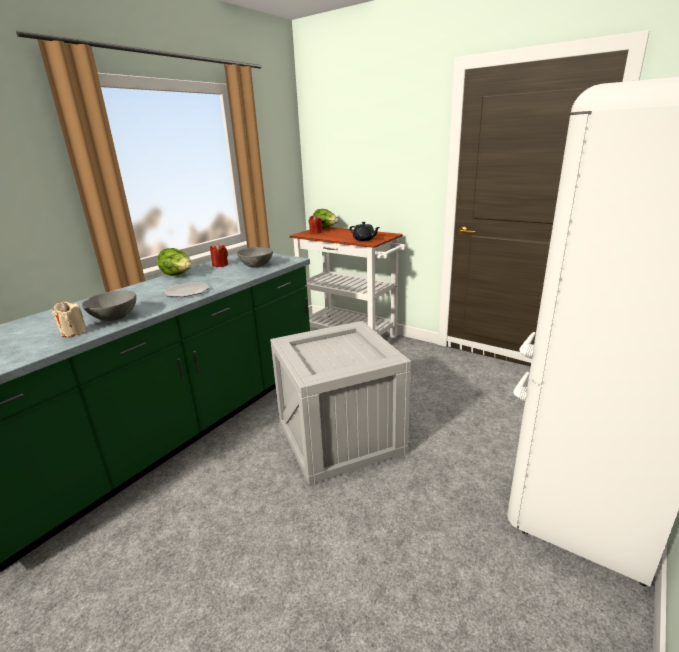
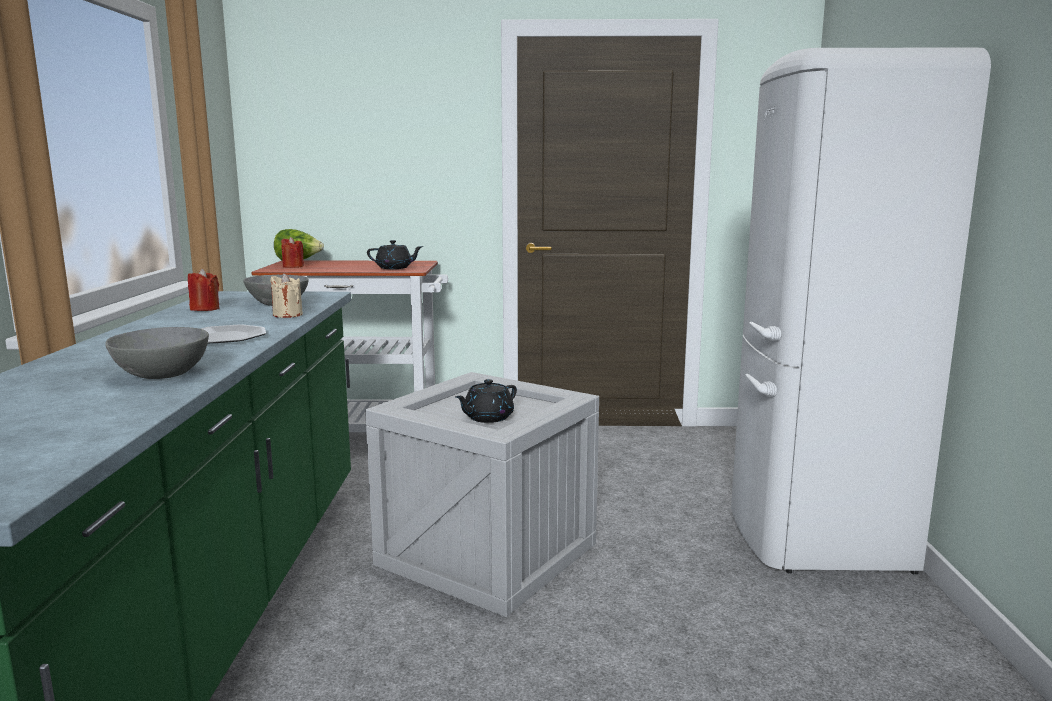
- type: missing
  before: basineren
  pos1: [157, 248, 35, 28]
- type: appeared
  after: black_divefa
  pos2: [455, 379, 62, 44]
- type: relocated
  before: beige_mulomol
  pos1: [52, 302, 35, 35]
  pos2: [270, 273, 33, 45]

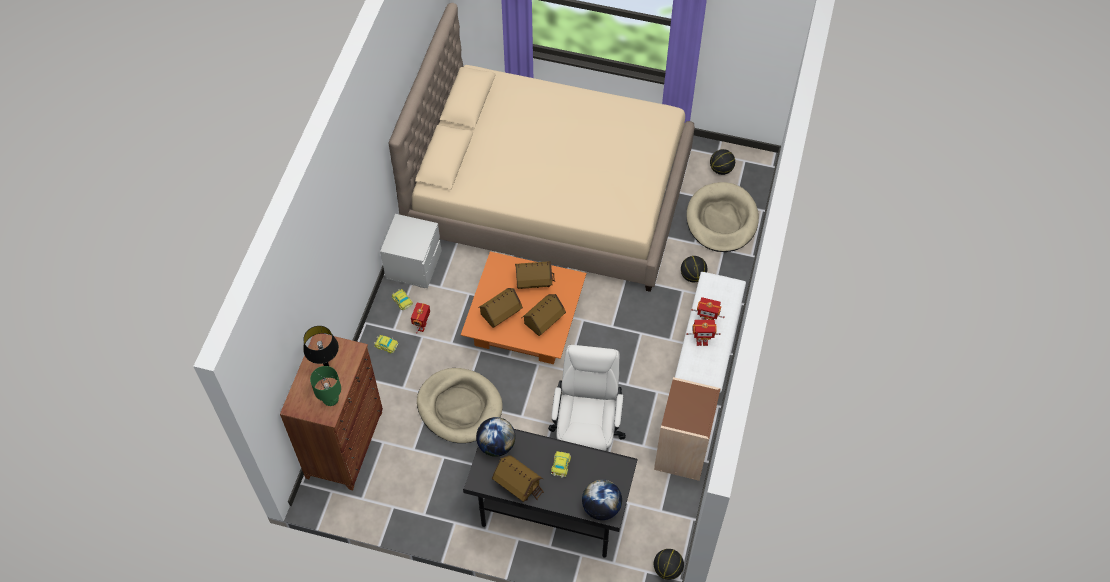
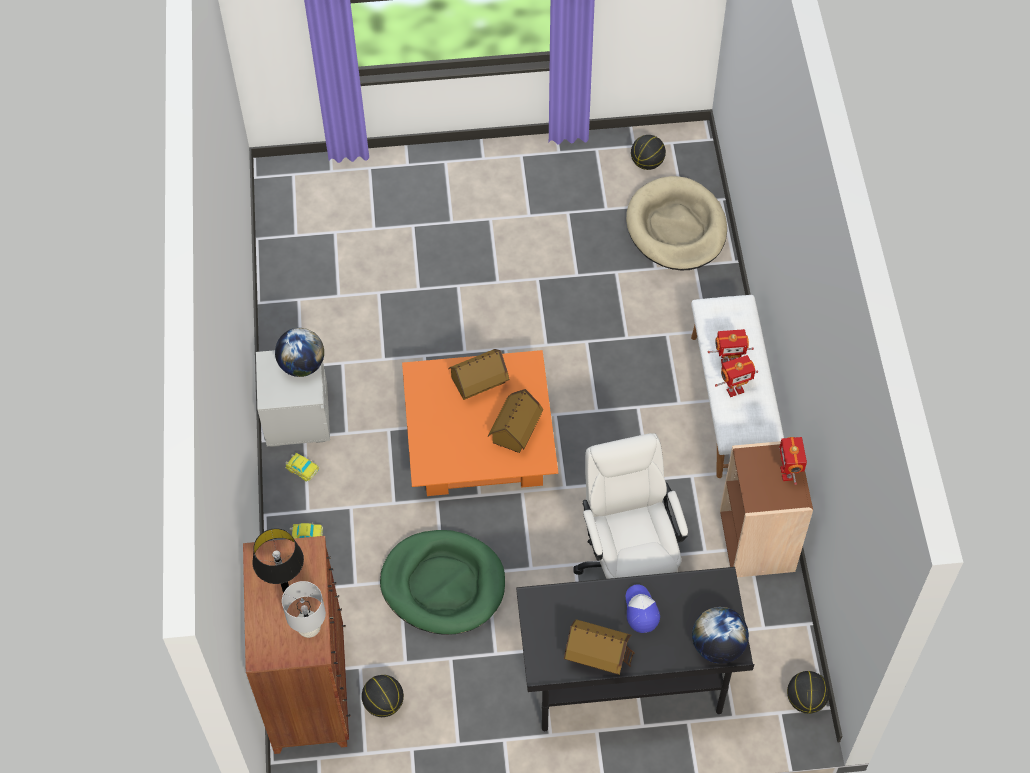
- type: missing
  before: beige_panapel
  pos1: [389, 3, 306, 289]
- type: missing
  before: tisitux
  pos1: [478, 288, 45, 40]
- type: relocated
  before: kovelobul
  pos1: [411, 303, 19, 31]
  pos2: [779, 437, 28, 48]
- type: relocated
  before: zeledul
  pos1: [476, 417, 39, 40]
  pos2: [275, 328, 49, 49]
- type: relocated
  before: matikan
  pos1: [681, 256, 26, 26]
  pos2: [362, 675, 42, 42]
- type: exchanged
  before: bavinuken
  after: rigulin
  pos1: [551, 451, 20, 27]
  pos2: [626, 585, 34, 48]
- type: colour
  before: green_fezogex
  after: grey_fezogex
  pos1: [310, 366, 31, 40]
  pos2: [282, 581, 44, 57]
- type: colour
  before: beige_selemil
  after: green_selemil
  pos1: [417, 368, 86, 75]
  pos2: [380, 530, 125, 105]

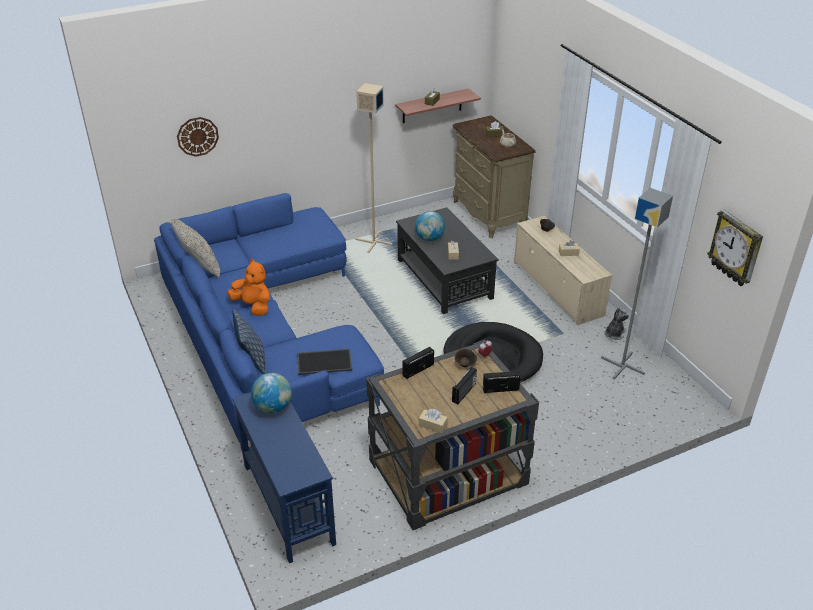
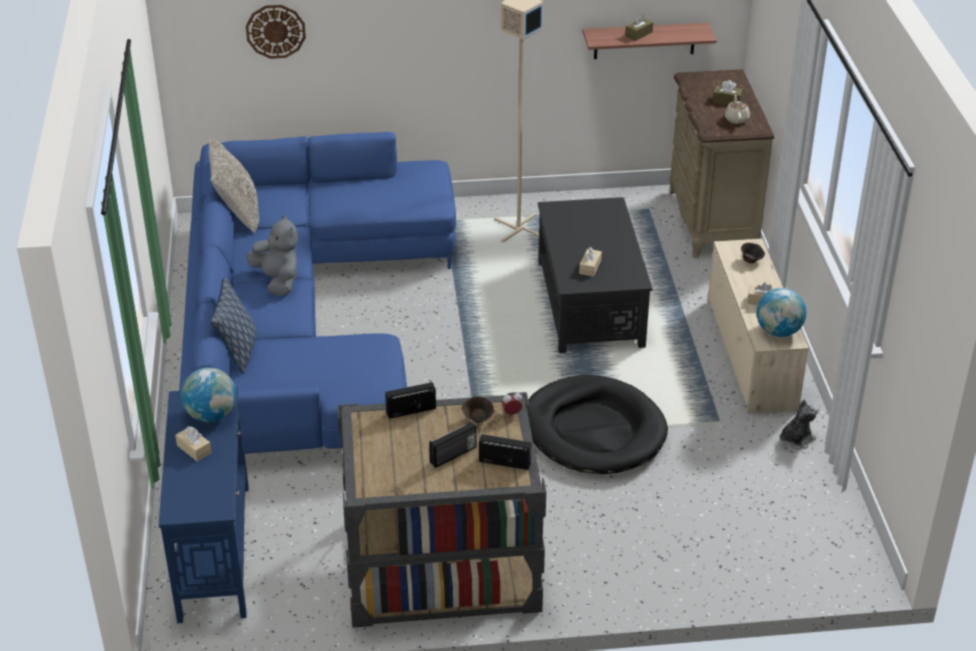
- type: missing
  before: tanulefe
  pos1: [297, 349, 55, 26]
- type: missing
  before: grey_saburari
  pos1: [601, 188, 72, 191]
- type: missing
  before: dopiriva
  pos1: [707, 209, 56, 77]
- type: relocated
  before: zeledul
  pos1: [415, 211, 30, 30]
  pos2: [757, 288, 50, 49]
- type: relocated
  before: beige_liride
  pos1: [419, 409, 29, 24]
  pos2: [175, 426, 37, 36]
- type: colour
  before: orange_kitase
  after: grey_kitase
  pos1: [227, 259, 43, 57]
  pos2: [246, 215, 52, 81]

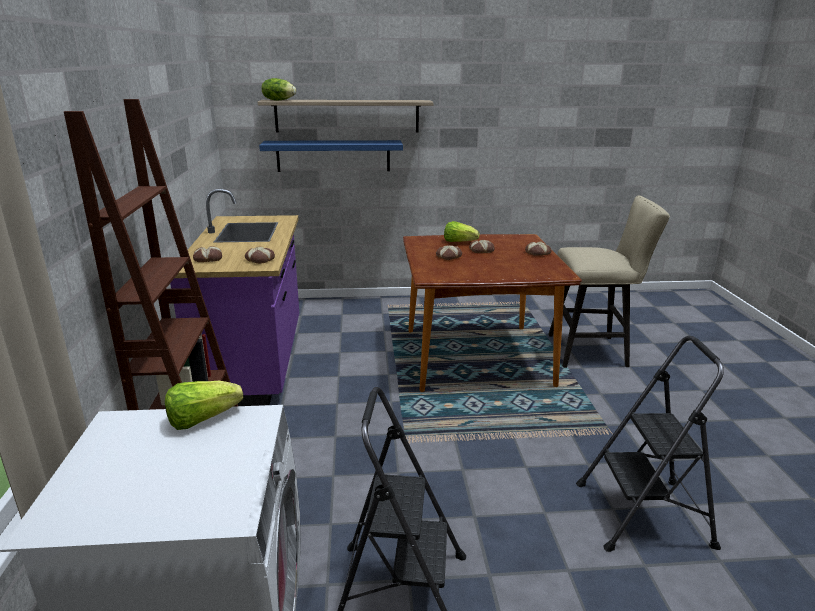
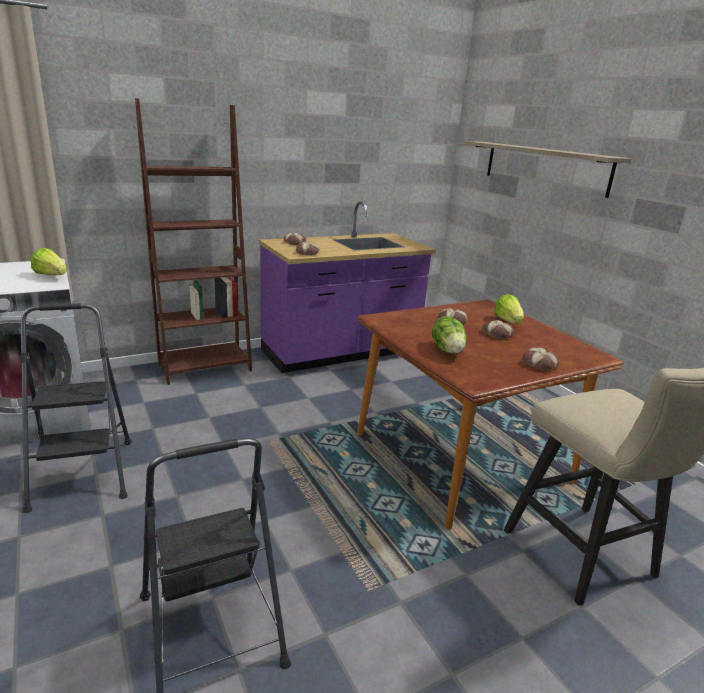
- type: missing
  before: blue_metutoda
  pos1: [259, 140, 144, 32]
- type: relocated
  before: basineren
  pos1: [262, 78, 34, 23]
  pos2: [432, 316, 35, 38]

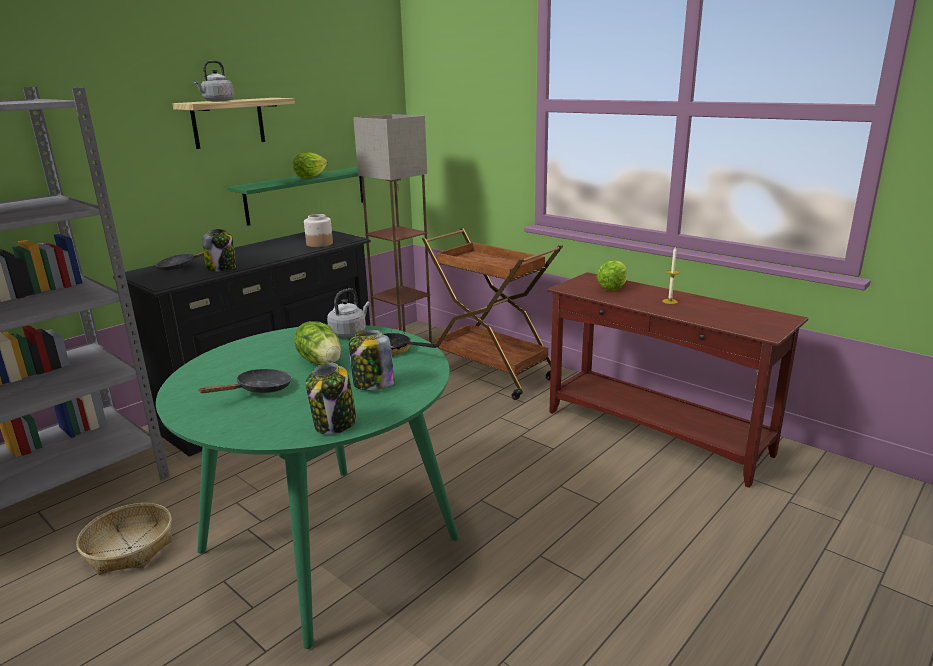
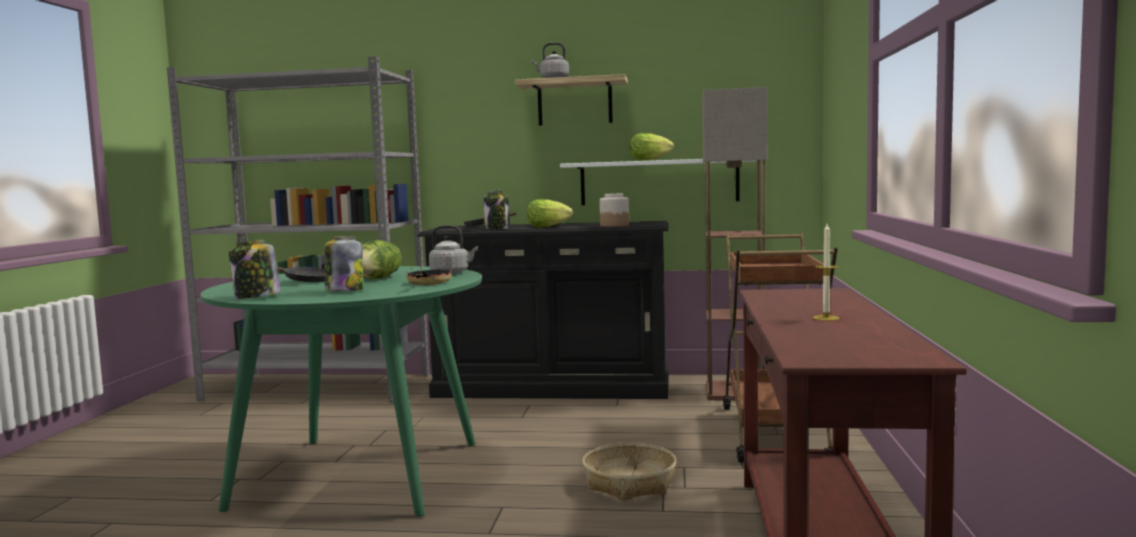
- type: relocated
  before: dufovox
  pos1: [76, 503, 96, 72]
  pos2: [582, 443, 94, 58]
- type: relocated
  before: basineren
  pos1: [596, 261, 30, 30]
  pos2: [527, 199, 46, 28]
- type: colour
  before: green_metutoda
  after: white_metutoda
  pos1: [227, 167, 136, 59]
  pos2: [560, 159, 197, 46]

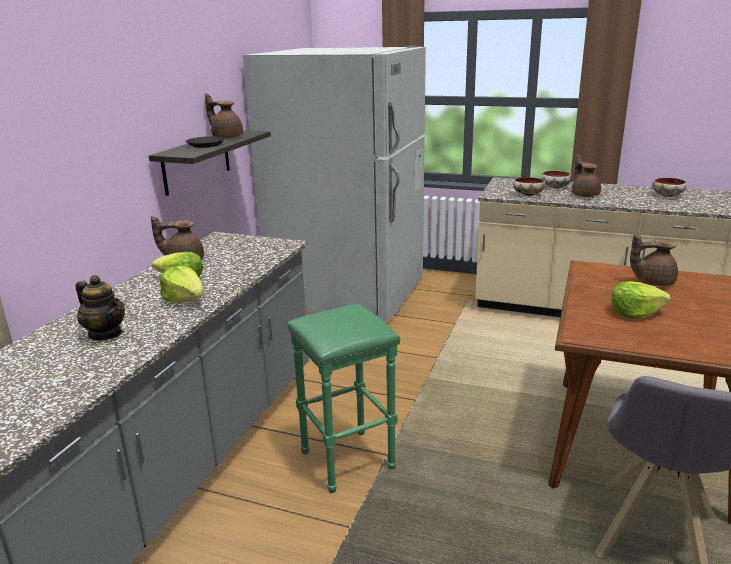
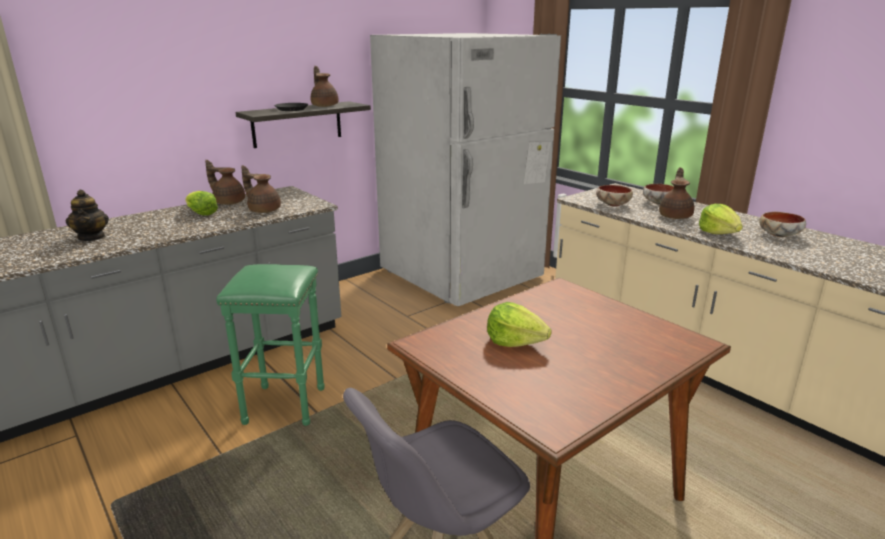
- type: relocated
  before: basineren
  pos1: [160, 265, 43, 38]
  pos2: [699, 204, 44, 30]
- type: relocated
  before: brown_divefa
  pos1: [630, 235, 48, 51]
  pos2: [241, 165, 40, 48]

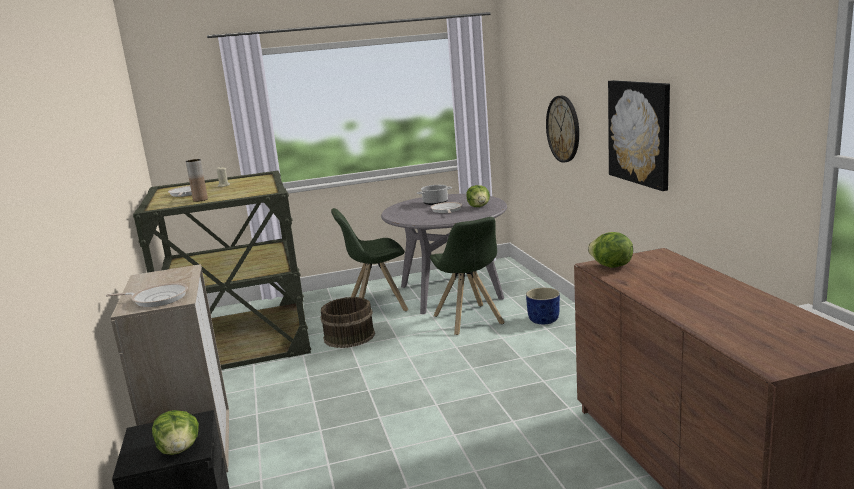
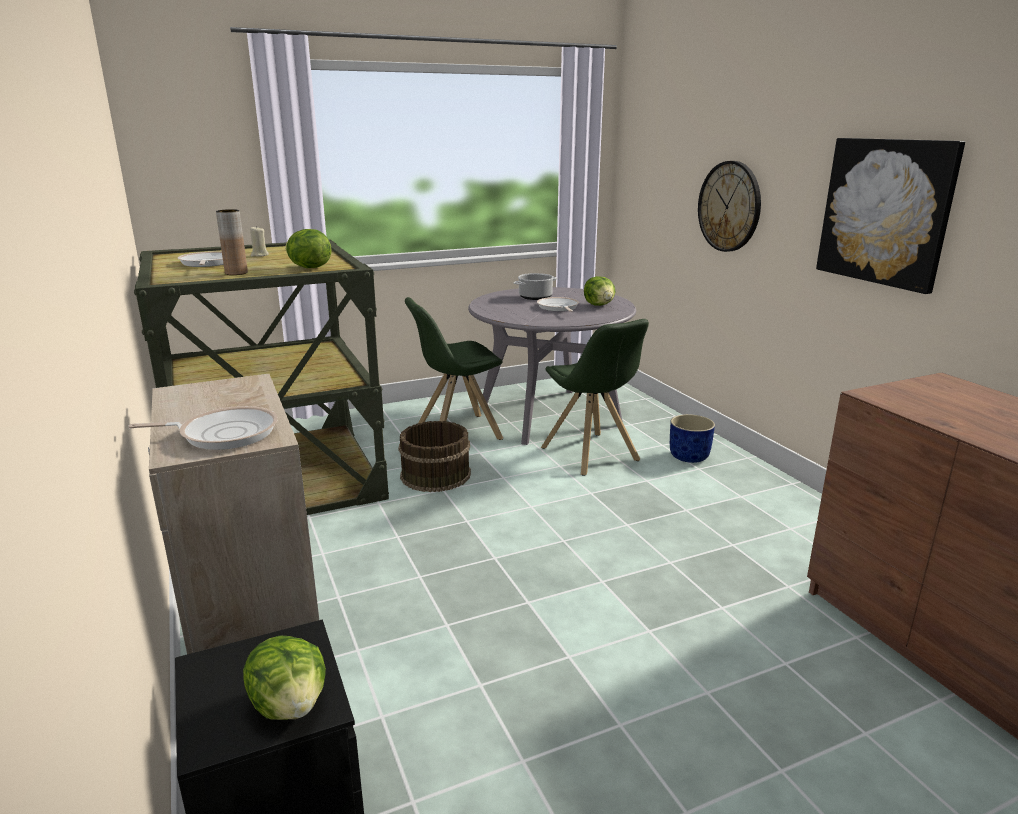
- type: relocated
  before: basineren
  pos1: [588, 232, 45, 36]
  pos2: [285, 229, 47, 39]

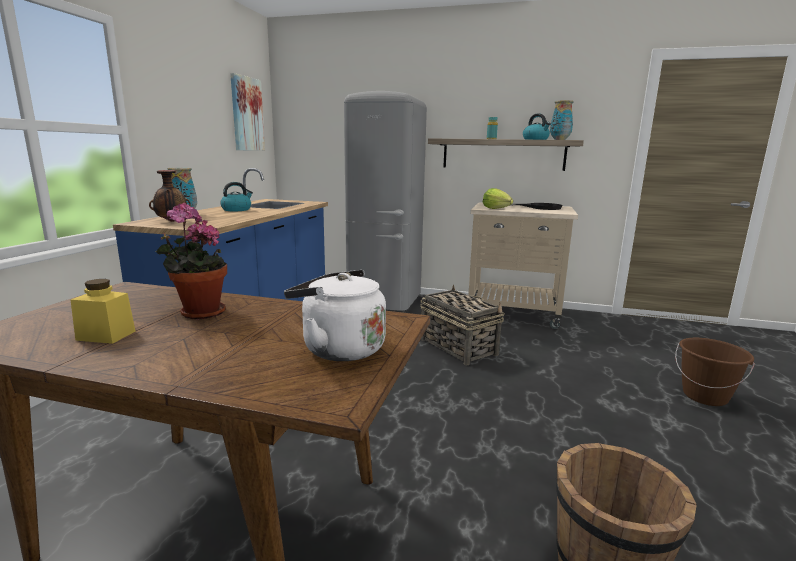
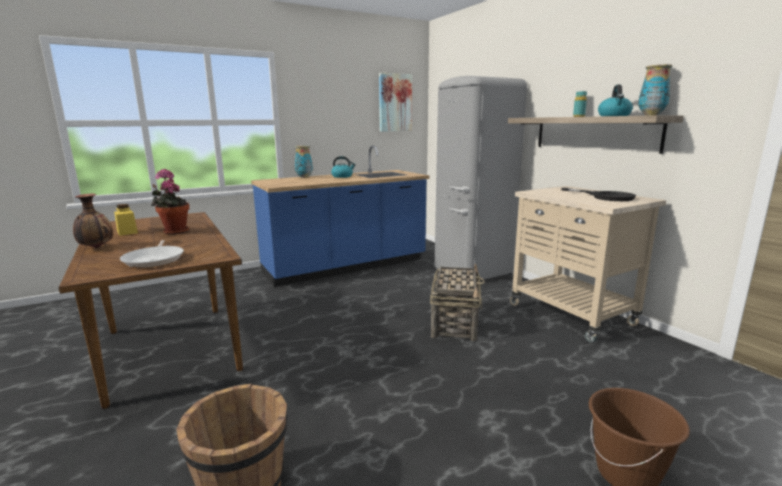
- type: missing
  before: basineren
  pos1: [483, 188, 30, 21]
- type: relocated
  before: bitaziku
  pos1: [149, 170, 42, 52]
  pos2: [73, 194, 40, 54]
- type: exchanged
  before: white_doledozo
  after: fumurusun
  pos1: [284, 270, 102, 91]
  pos2: [120, 240, 64, 28]

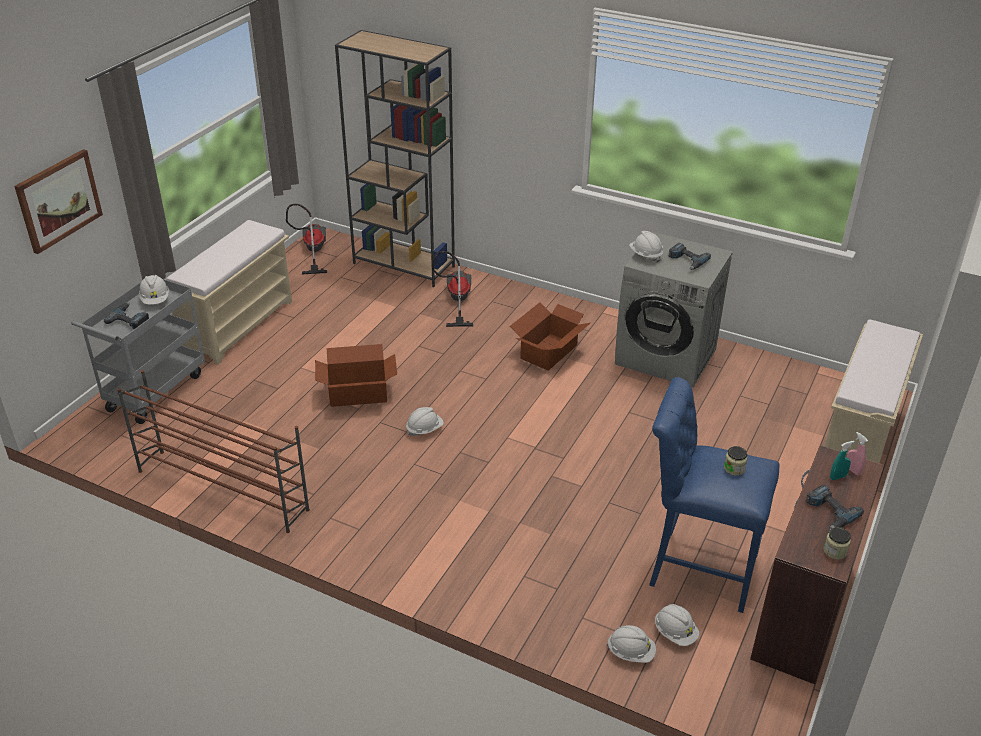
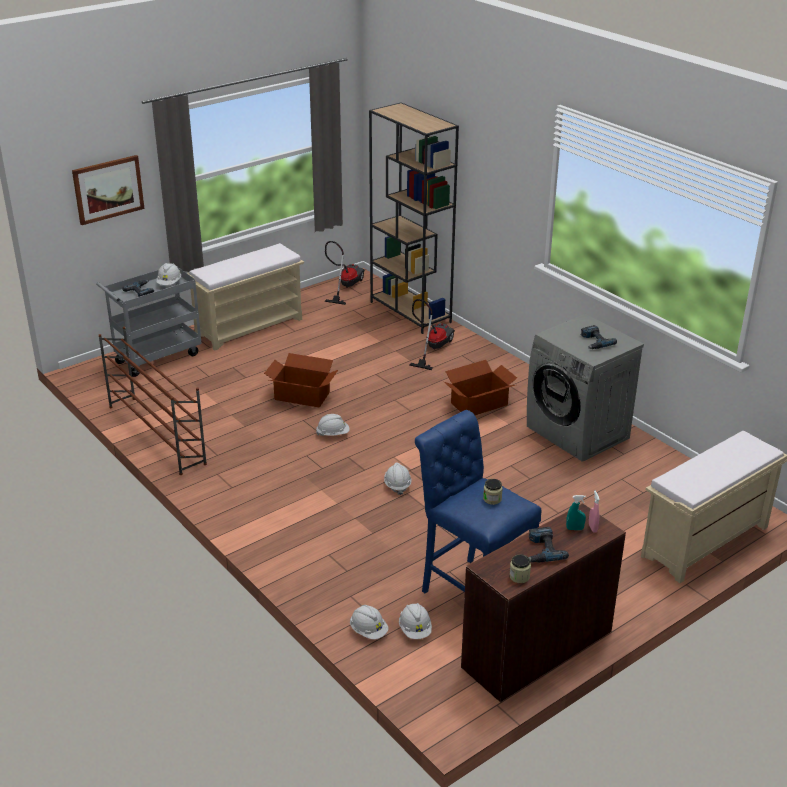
- type: relocated
  before: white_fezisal
  pos1: [629, 231, 34, 32]
  pos2: [384, 462, 28, 33]

